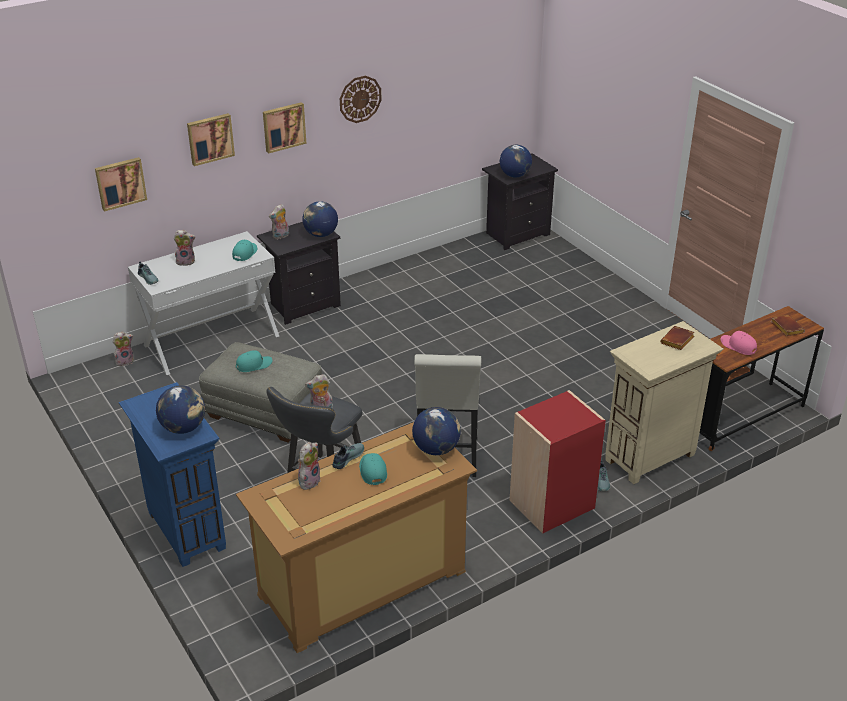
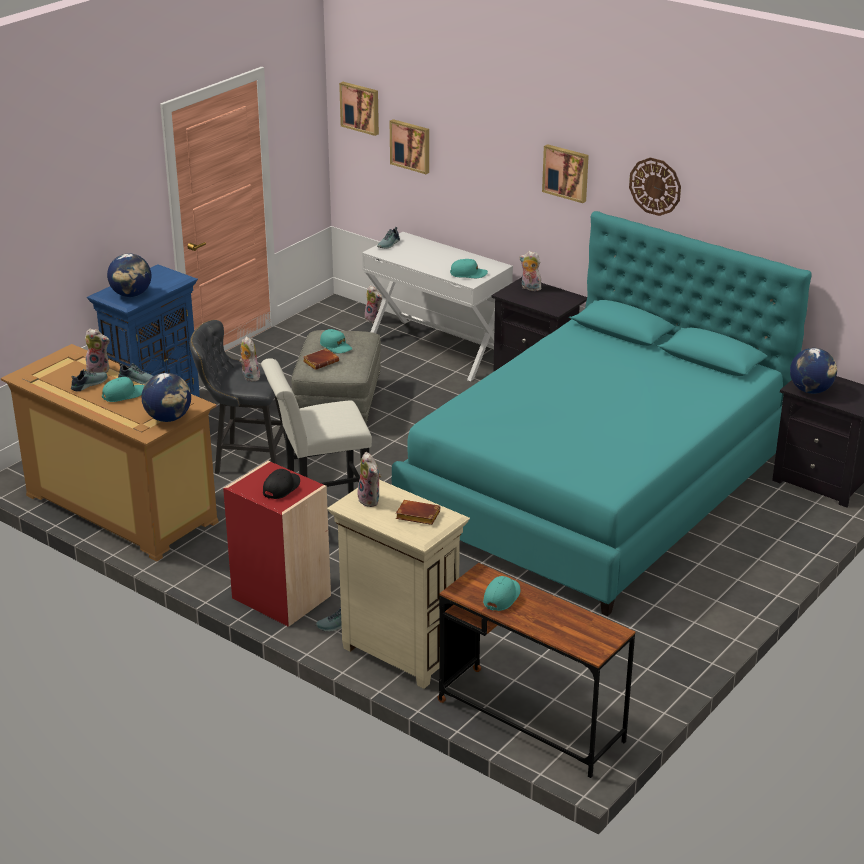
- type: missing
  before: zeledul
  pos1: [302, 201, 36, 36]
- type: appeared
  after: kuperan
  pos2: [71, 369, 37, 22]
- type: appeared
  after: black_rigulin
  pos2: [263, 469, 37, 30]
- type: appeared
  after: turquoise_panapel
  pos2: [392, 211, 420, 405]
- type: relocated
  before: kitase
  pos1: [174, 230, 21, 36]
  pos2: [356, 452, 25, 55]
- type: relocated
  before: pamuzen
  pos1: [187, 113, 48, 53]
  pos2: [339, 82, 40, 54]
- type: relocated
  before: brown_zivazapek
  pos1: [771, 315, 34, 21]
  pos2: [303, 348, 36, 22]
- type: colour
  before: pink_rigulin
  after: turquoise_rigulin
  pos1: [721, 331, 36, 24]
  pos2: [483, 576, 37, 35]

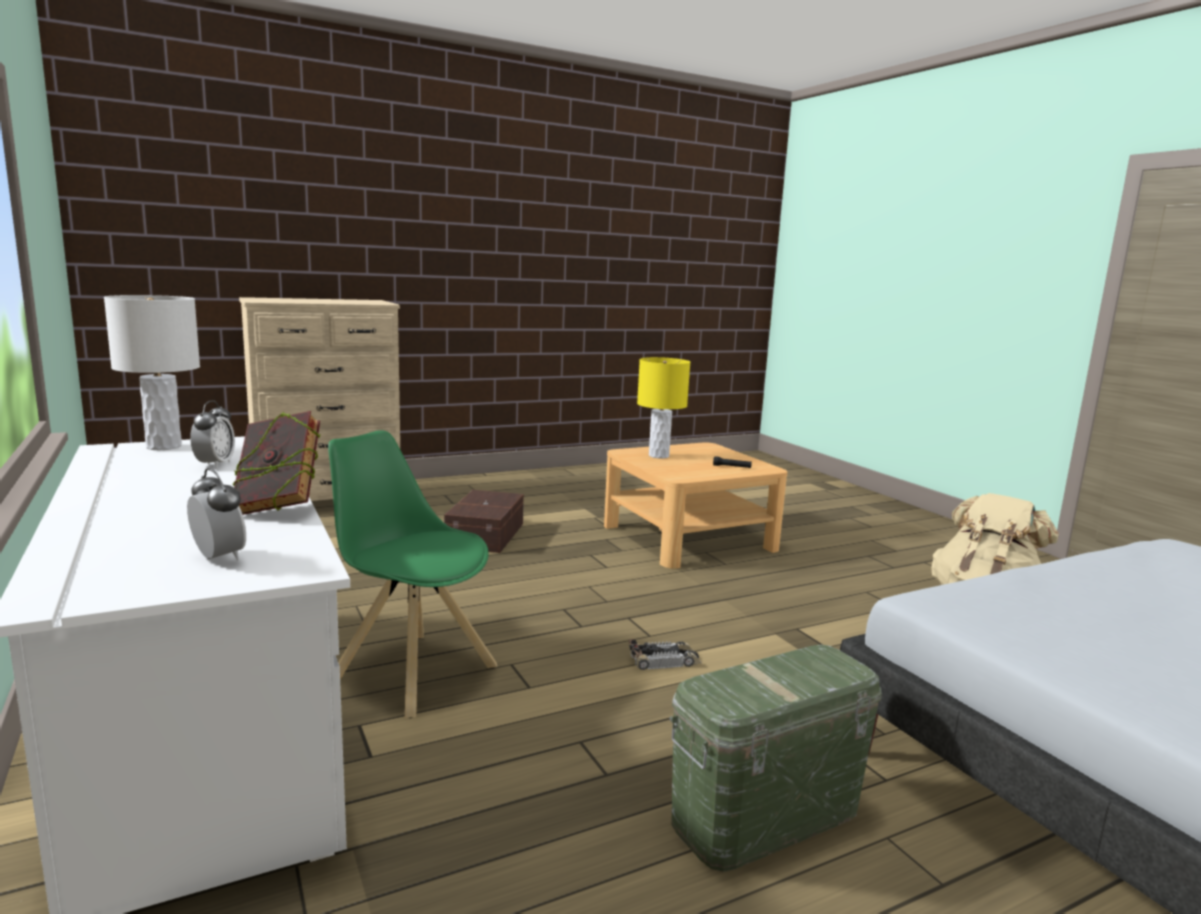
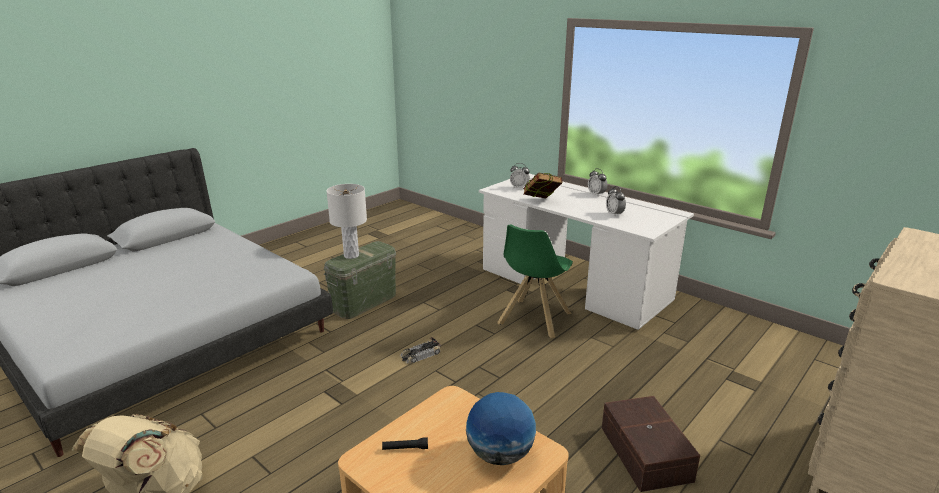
- type: appeared
  after: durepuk
  pos2: [588, 168, 19, 27]
- type: relocated
  before: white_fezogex
  pos1: [104, 295, 96, 155]
  pos2: [326, 184, 41, 75]
- type: exchanged
  before: yellow_fezogex
  after: zeledul
  pos1: [637, 357, 53, 101]
  pos2: [466, 392, 70, 73]
- type: spun
  before: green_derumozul
  pos1: [328, 430, 169, 288]
  pos2: [497, 225, 76, 113]
  turn: 105

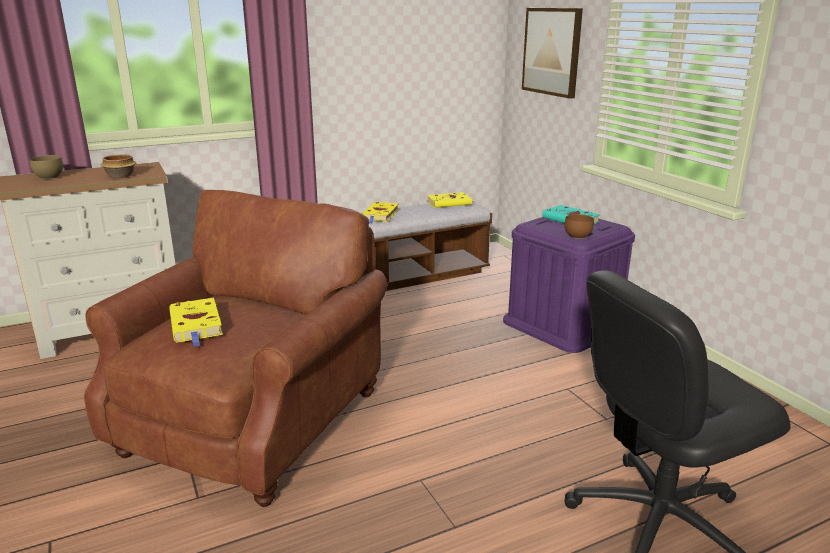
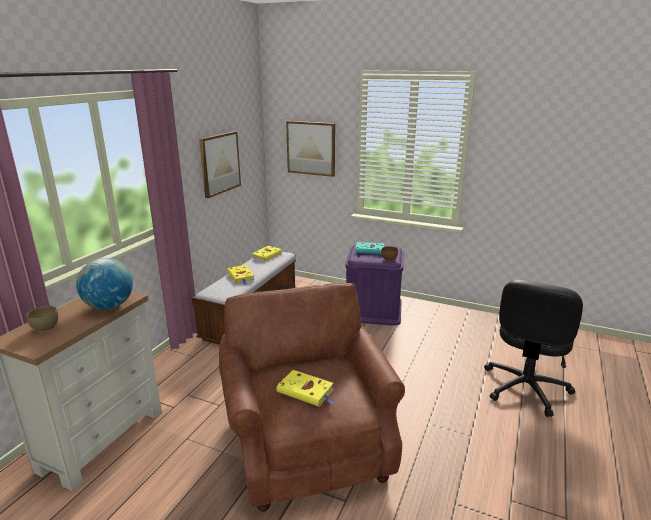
- type: appeared
  after: pamuzen
  pos2: [199, 131, 42, 67]
- type: exchanged
  before: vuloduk
  after: zeledul
  pos1: [100, 154, 36, 24]
  pos2: [76, 258, 57, 52]

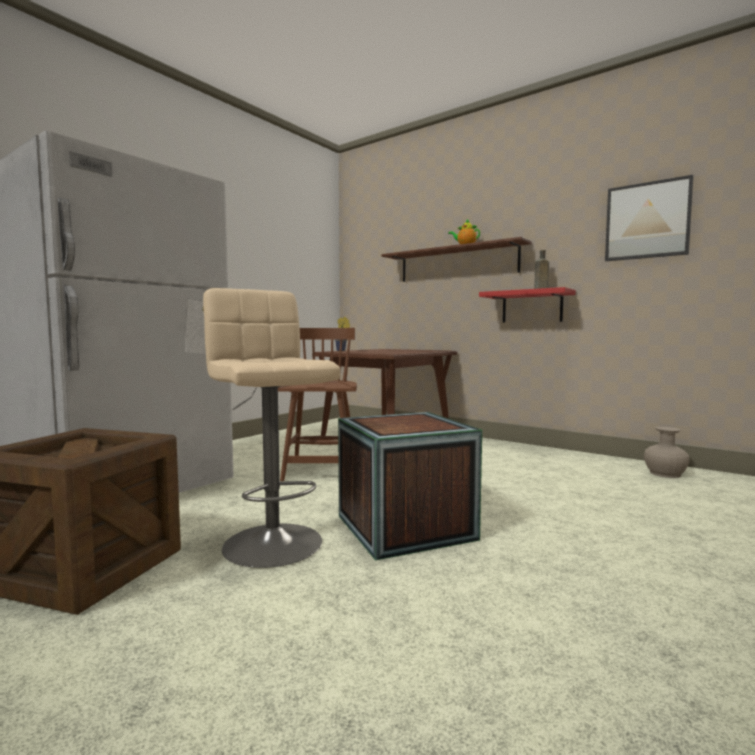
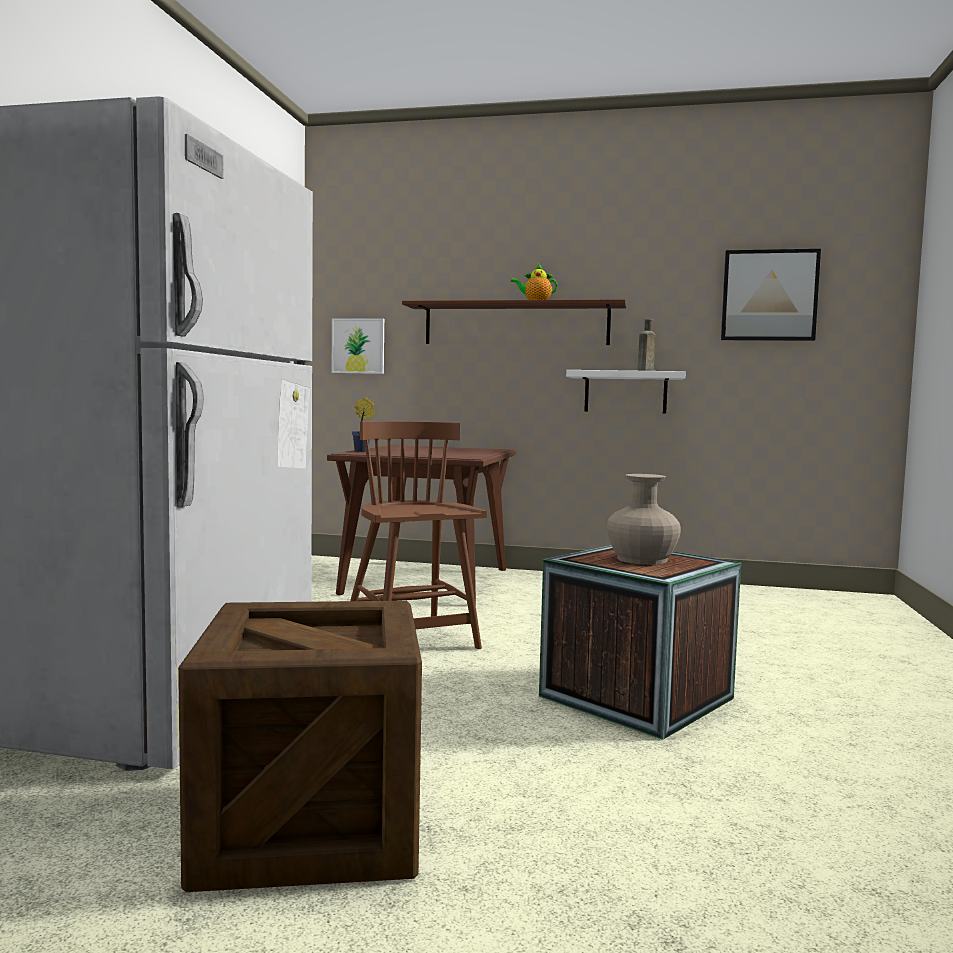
- type: missing
  before: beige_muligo
  pos1: [203, 288, 137, 280]
- type: appeared
  after: pamuzen
  pos2: [332, 319, 52, 55]
- type: relocated
  before: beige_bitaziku
  pos1: [644, 427, 46, 51]
  pos2: [607, 474, 74, 91]
- type: colour
  before: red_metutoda
  after: white_metutoda
  pos1: [479, 287, 97, 35]
  pos2: [566, 370, 120, 44]

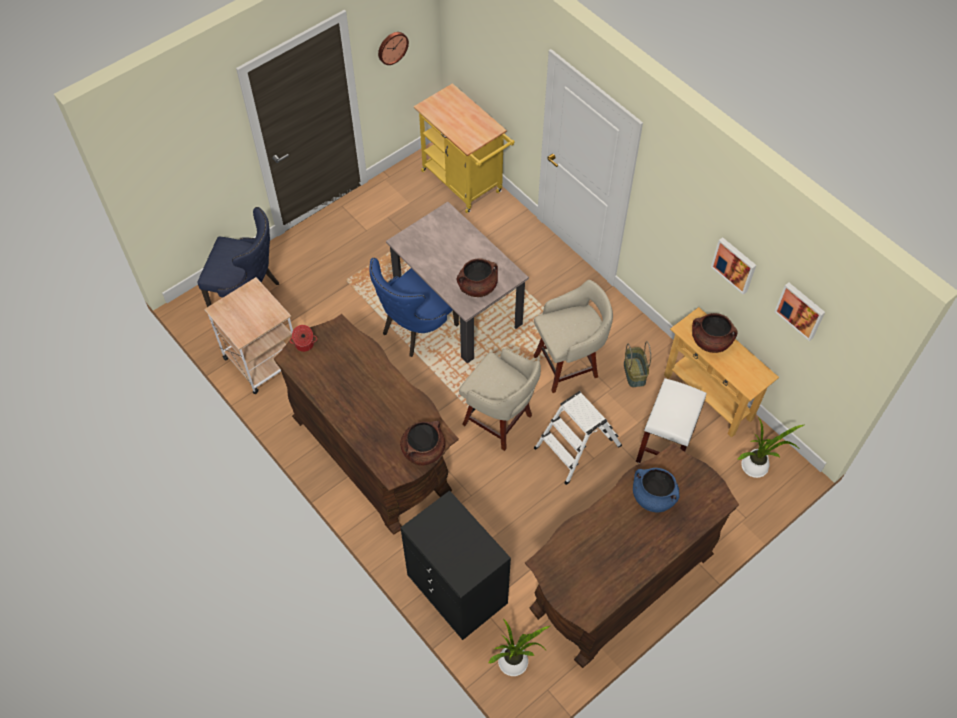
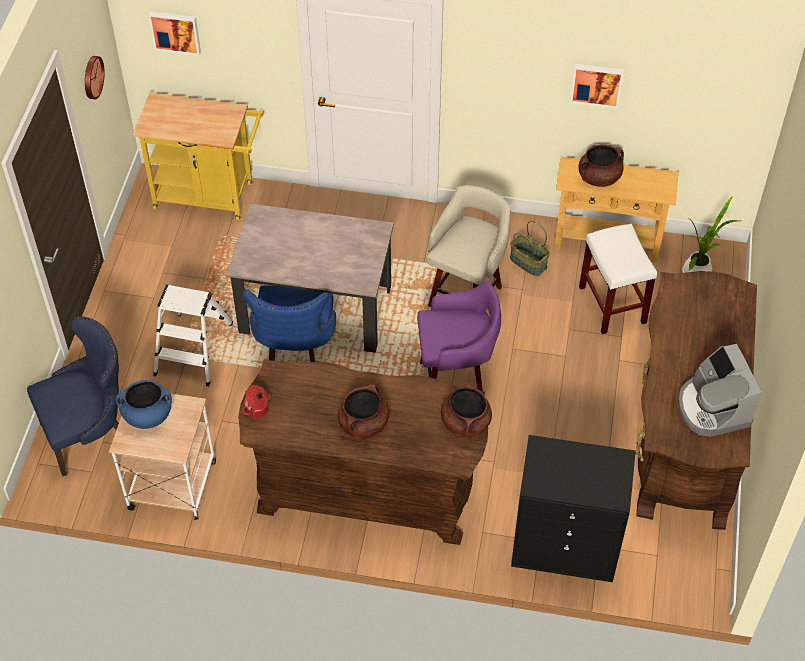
- type: missing
  before: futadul
  pos1: [488, 619, 62, 57]
- type: appeared
  after: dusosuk
  pos2: [678, 344, 84, 93]
- type: relocated
  before: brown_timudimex
  pos1: [457, 258, 41, 39]
  pos2: [338, 384, 51, 55]
- type: relocated
  before: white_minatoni
  pos1: [534, 391, 88, 94]
  pos2: [153, 284, 80, 103]
- type: relocated
  before: blue_timudimex
  pos1: [633, 468, 47, 44]
  pos2: [115, 380, 57, 49]
- type: relocated
  before: pamuzen
  pos1: [774, 282, 51, 59]
  pos2: [148, 11, 53, 45]
- type: colour
  before: beige_muligo
  after: purple_muligo
  pos1: [459, 348, 82, 103]
  pos2: [417, 281, 84, 110]

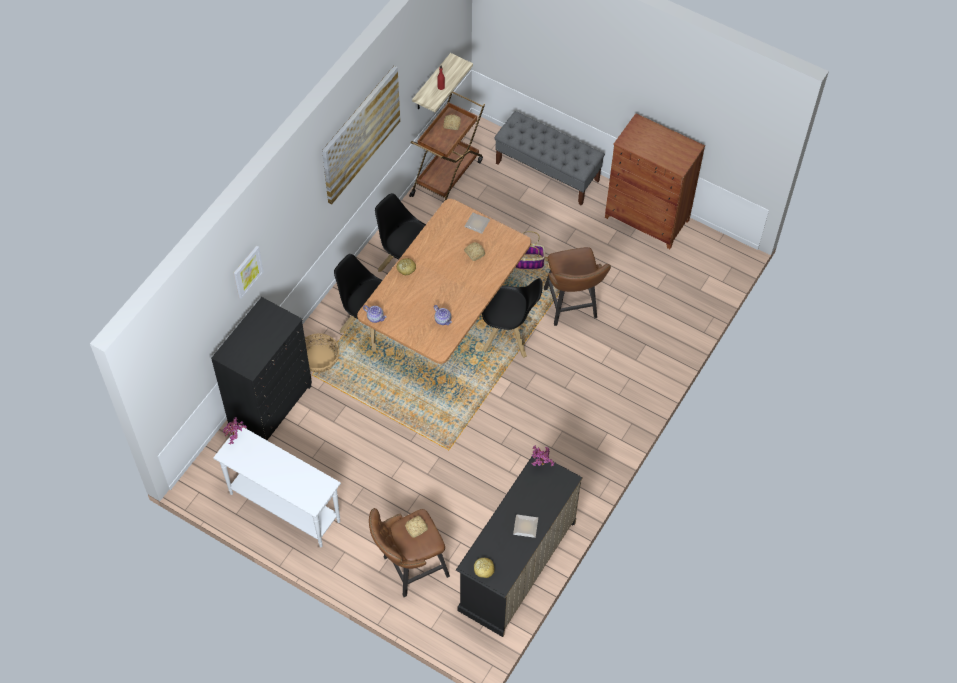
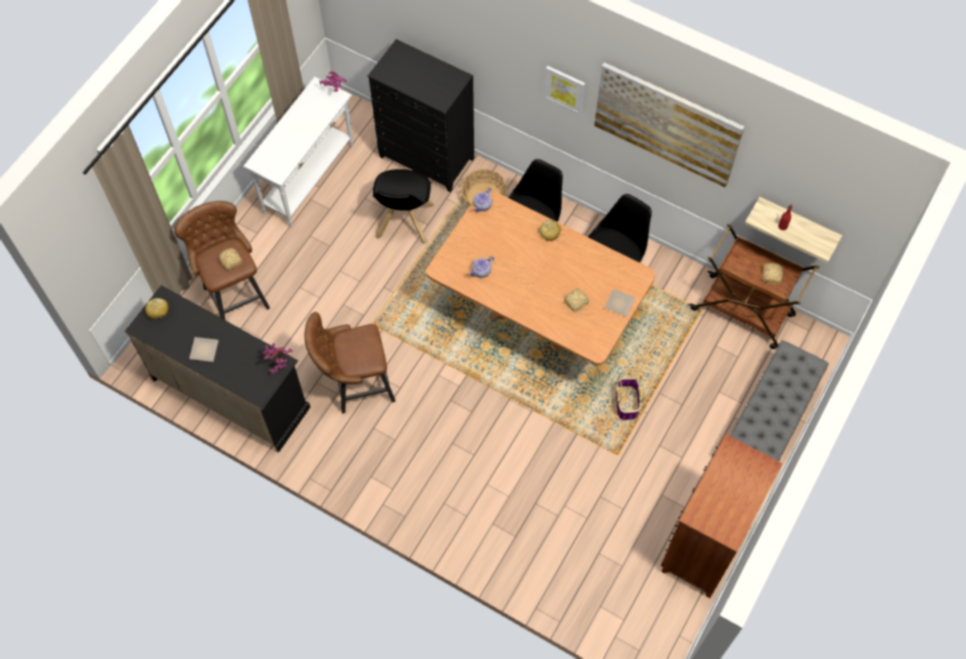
- type: relocated
  before: pamuzen
  pos1: [234, 246, 30, 53]
  pos2: [544, 66, 41, 49]
- type: relocated
  before: black_derumozul
  pos1: [482, 278, 61, 80]
  pos2: [373, 169, 61, 75]
- type: relocated
  before: brown_muligo
  pos1: [544, 247, 67, 79]
  pos2: [304, 312, 92, 102]

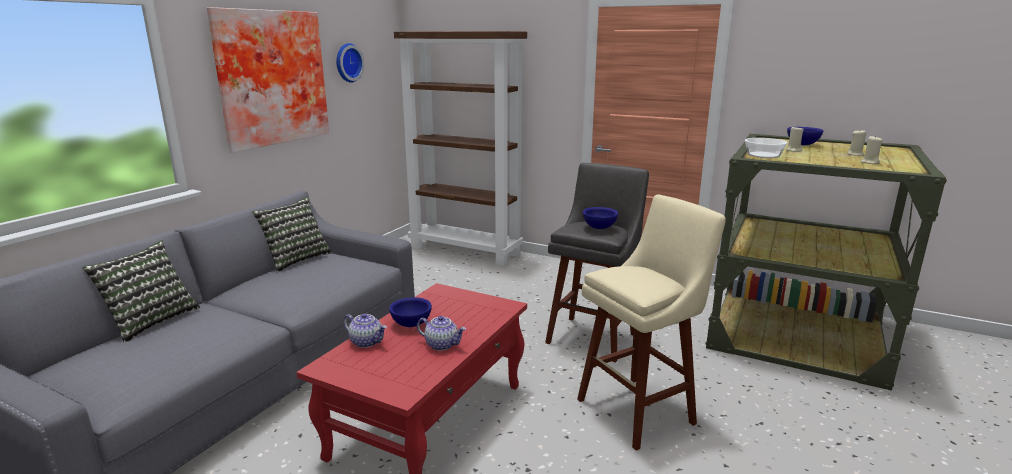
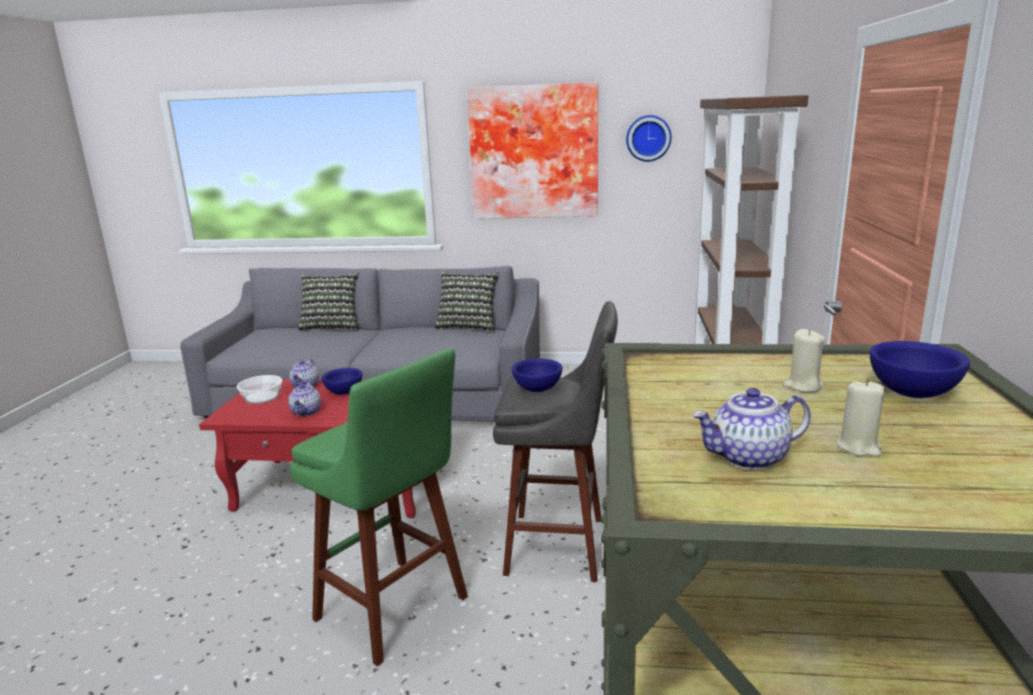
- type: relocated
  before: vuloduk
  pos1: [745, 138, 42, 20]
  pos2: [237, 375, 45, 29]
- type: exchanged
  before: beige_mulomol
  after: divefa
  pos1: [861, 136, 22, 28]
  pos2: [692, 388, 119, 82]
- type: colour
  before: beige_muligo
  after: green_muligo
  pos1: [577, 195, 149, 256]
  pos2: [290, 348, 178, 319]

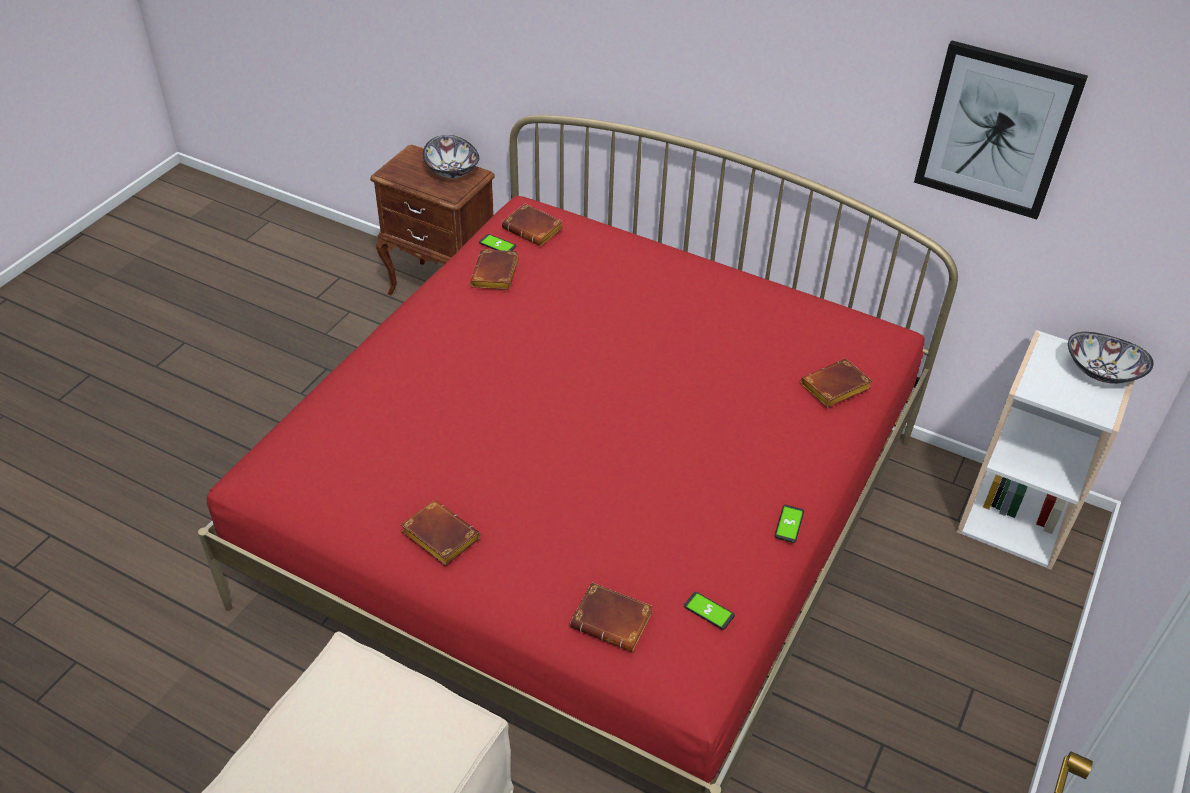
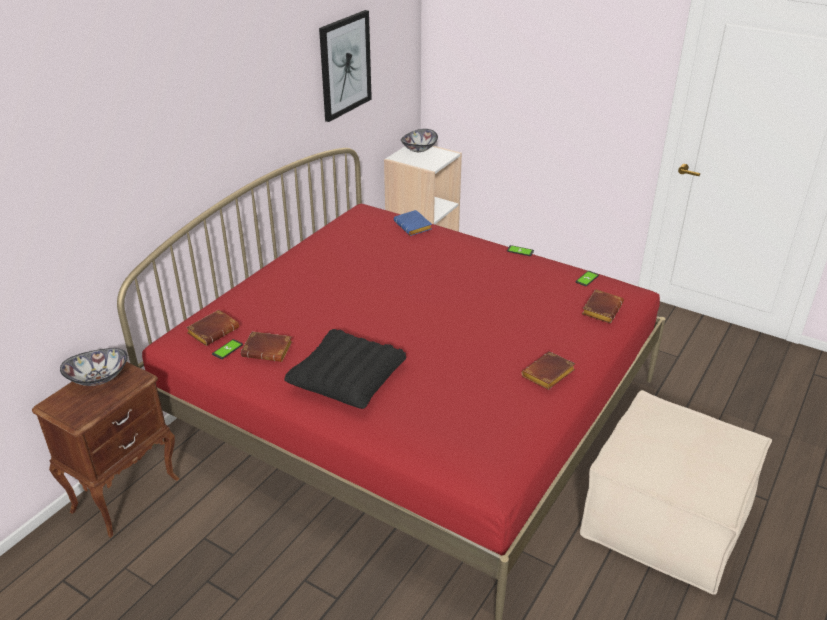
- type: appeared
  after: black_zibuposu
  pos2: [284, 329, 122, 80]
- type: colour
  before: brown_zivazapek
  after: blue_zivazapek
  pos1: [801, 359, 71, 49]
  pos2: [394, 210, 38, 26]

